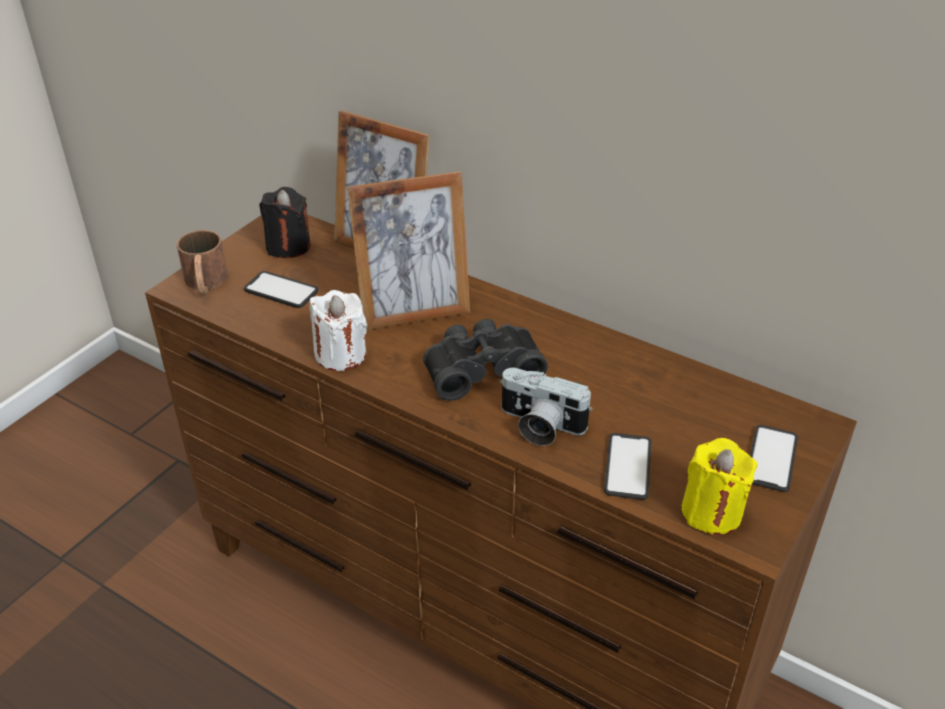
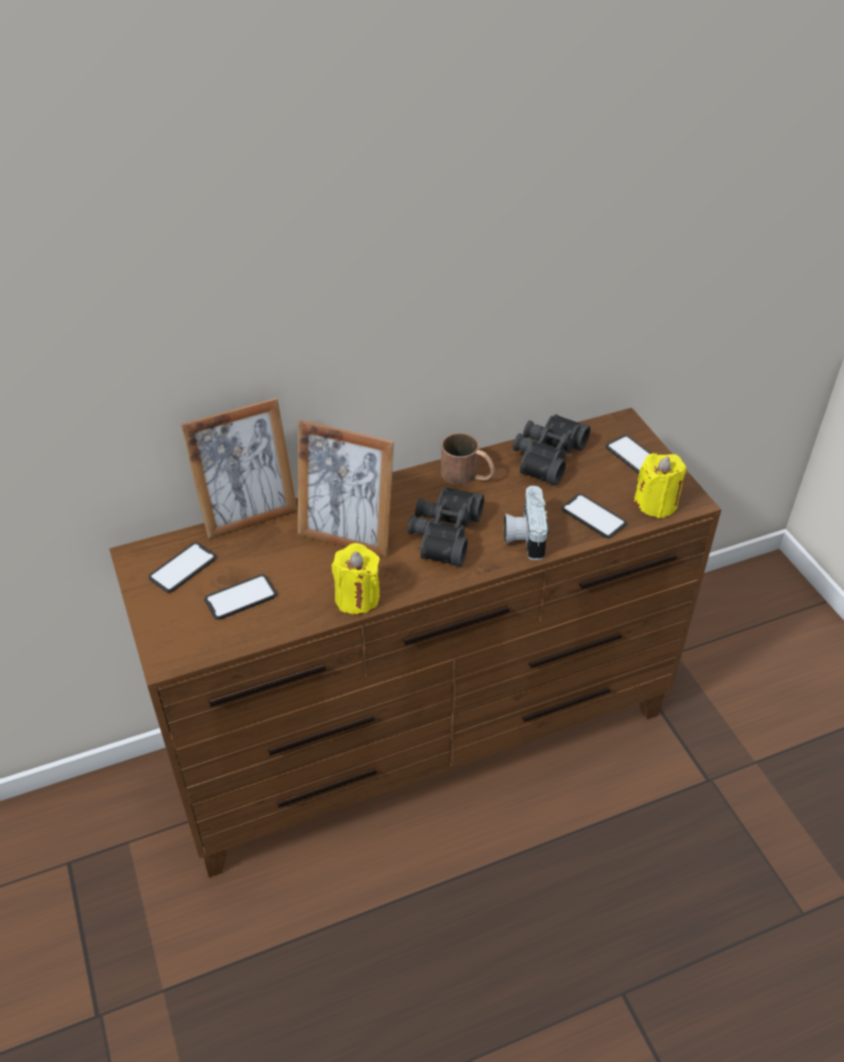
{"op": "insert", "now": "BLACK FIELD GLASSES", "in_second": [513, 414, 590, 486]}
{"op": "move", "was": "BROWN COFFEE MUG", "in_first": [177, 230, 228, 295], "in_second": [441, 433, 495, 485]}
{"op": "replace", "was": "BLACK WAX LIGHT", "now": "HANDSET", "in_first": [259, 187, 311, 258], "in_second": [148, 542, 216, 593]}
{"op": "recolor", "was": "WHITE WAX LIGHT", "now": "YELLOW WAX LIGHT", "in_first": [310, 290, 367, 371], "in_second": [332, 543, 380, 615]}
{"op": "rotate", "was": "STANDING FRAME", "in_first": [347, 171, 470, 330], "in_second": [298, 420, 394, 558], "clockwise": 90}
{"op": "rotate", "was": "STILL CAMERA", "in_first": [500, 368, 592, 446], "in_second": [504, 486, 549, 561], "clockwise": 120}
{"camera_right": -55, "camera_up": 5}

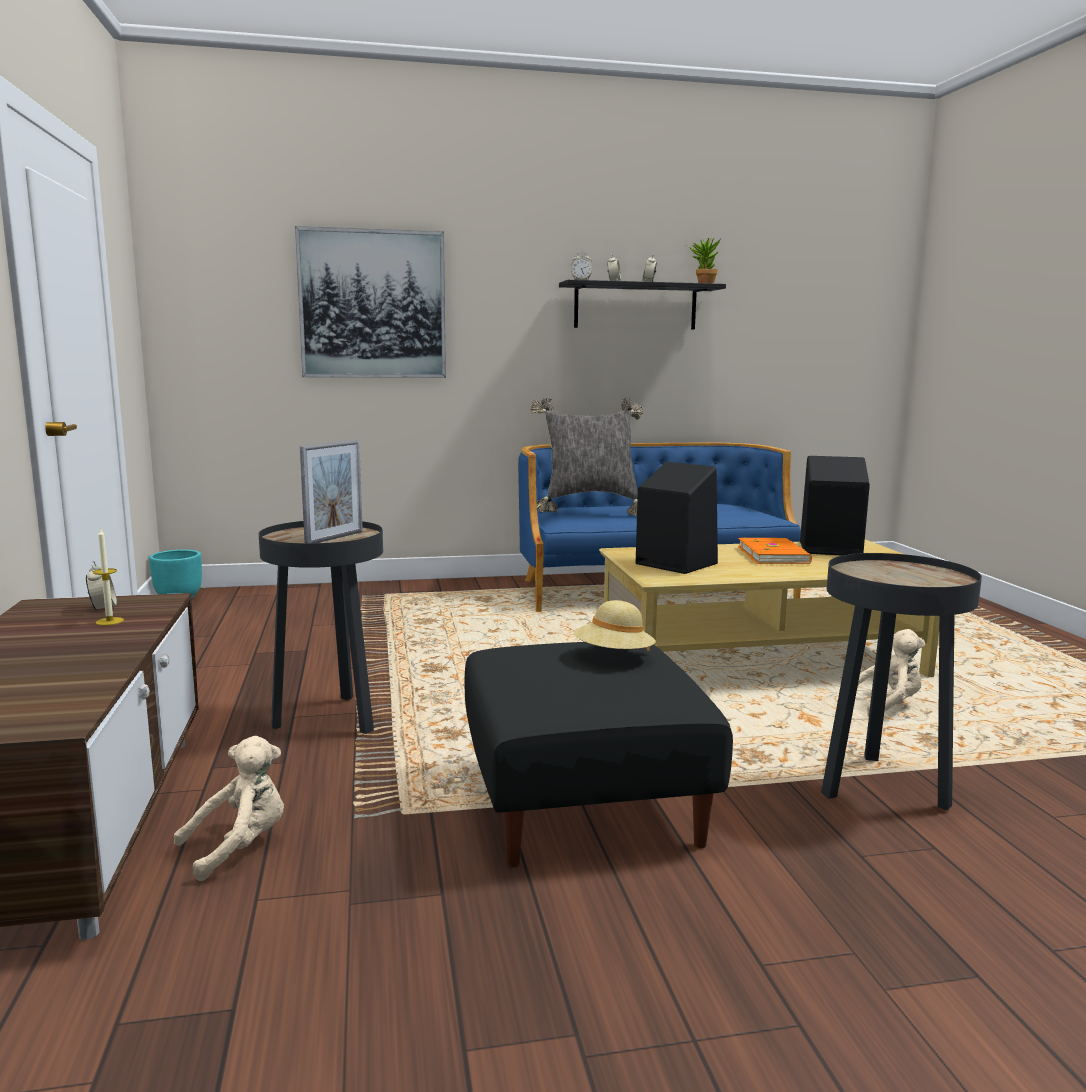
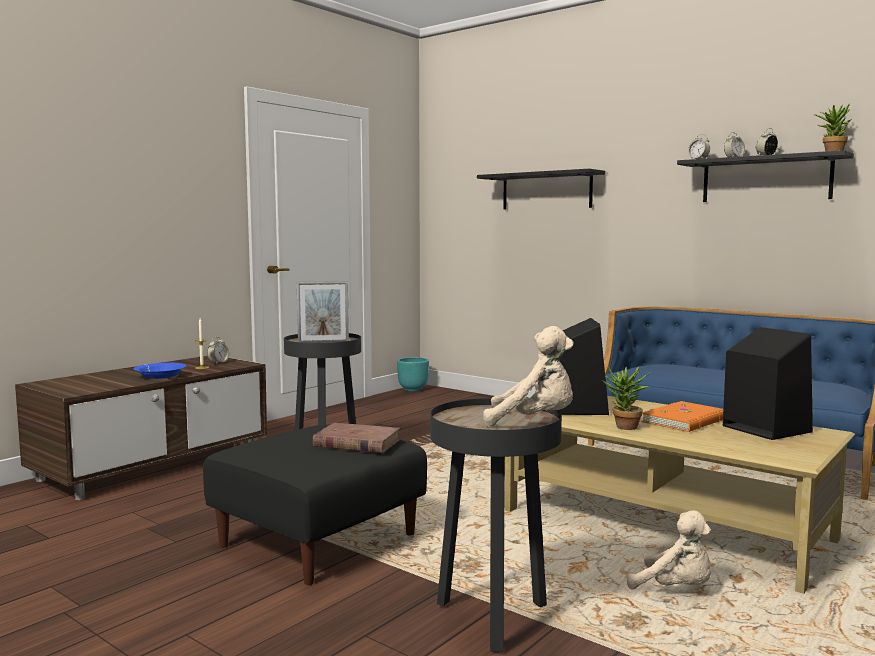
{"op": "delete", "was": "CUSHION", "in_first": [530, 398, 644, 516]}
{"op": "insert", "now": "BLUE SERVING BOWL", "in_second": [133, 363, 187, 379]}
{"op": "insert", "now": "POTTED PLANT", "in_second": [602, 366, 650, 430]}
{"op": "move", "was": "BEIGE PLUSH TOY", "in_first": [174, 736, 284, 881], "in_second": [483, 326, 574, 428]}
{"op": "replace", "was": "WALL ART", "now": "BLACK SHELF", "in_first": [295, 226, 446, 378], "in_second": [477, 169, 605, 209]}
{"op": "replace", "was": "BEIGE CLOTHING HAT", "now": "BROWN VOLUME", "in_first": [573, 600, 656, 651], "in_second": [312, 423, 401, 453]}
{"camera_right": 50, "camera_up": -5}

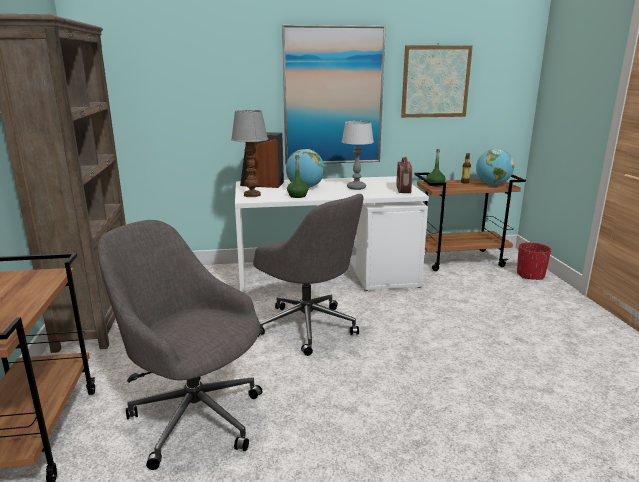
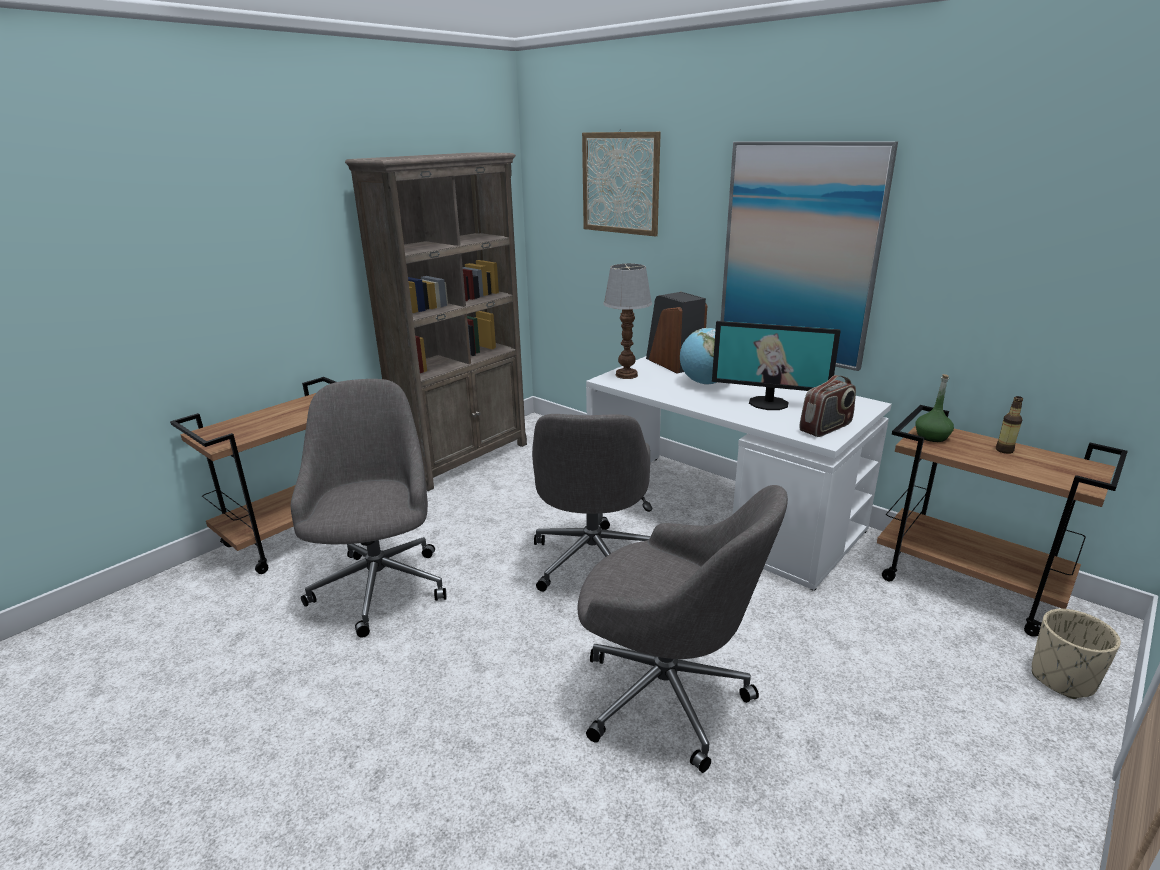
{"op": "delete", "was": "GREEN-COLOURED BOTTLE", "in_first": [287, 155, 308, 198]}
{"op": "delete", "was": "DESK GLOBE", "in_first": [476, 149, 514, 185]}
{"op": "insert", "now": "GRAY COMPUTER CHAIR", "in_second": [578, 485, 788, 773]}
{"op": "move", "was": "WALL ART", "in_first": [401, 45, 473, 118], "in_second": [582, 129, 661, 237]}
{"op": "replace", "was": "TABLETOP LAMP", "now": "COMPUTER DISPLAY", "in_first": [342, 121, 374, 190], "in_second": [712, 321, 841, 410]}
{"op": "recolor", "was": "RED PLANT POT", "now": "BEIGE PLANT POT", "in_first": [517, 242, 551, 280], "in_second": [1032, 609, 1121, 699]}
{"camera_right": 50, "camera_up": 5}

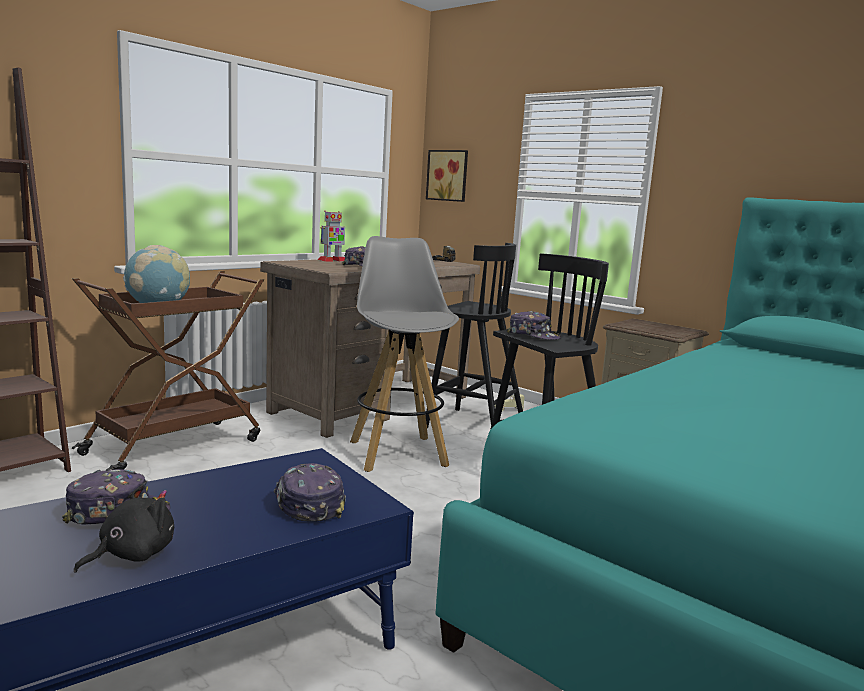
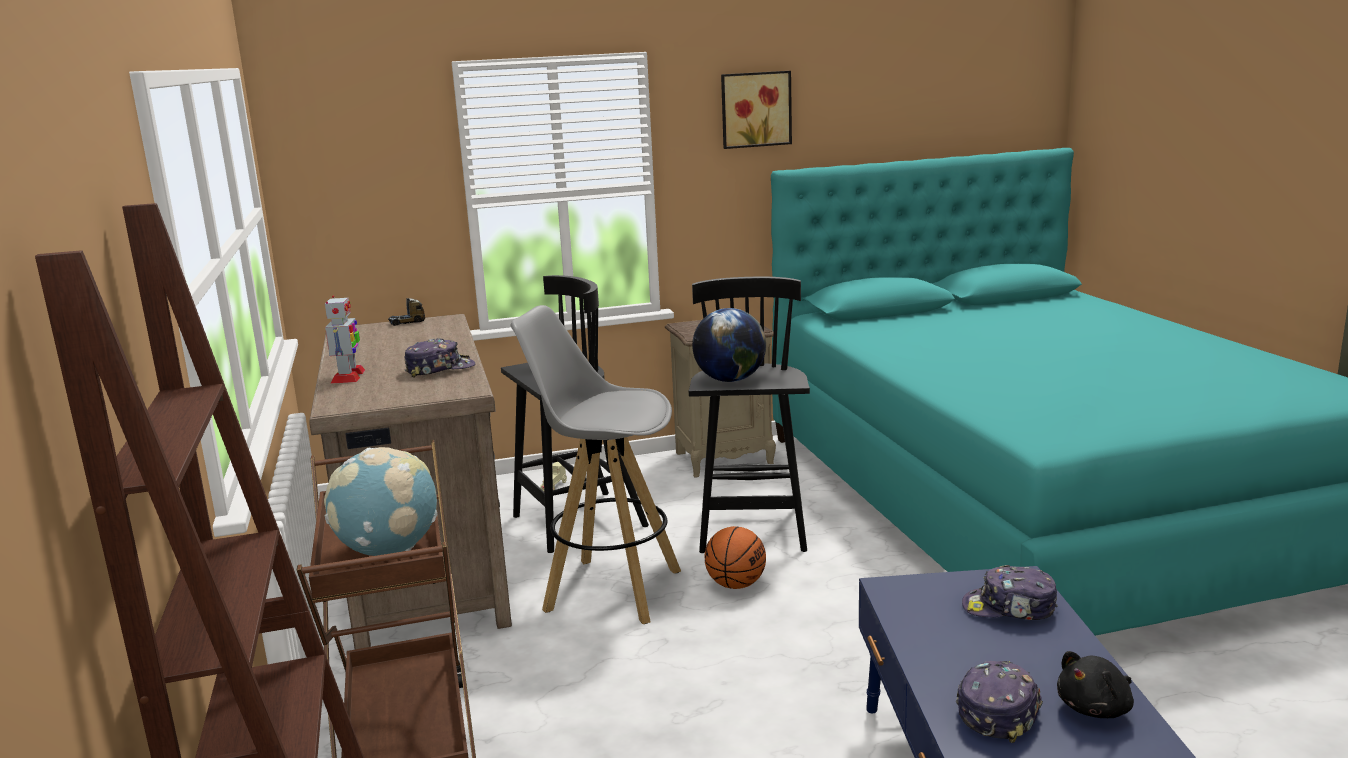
{"op": "insert", "now": "BALL FOR BASKETBALL", "in_second": [705, 526, 766, 589]}
{"op": "move", "was": "WALL ART", "in_first": [426, 150, 468, 202], "in_second": [721, 71, 792, 149]}
{"op": "replace", "was": "PEAKED CAP", "now": "DESK GLOBE", "in_first": [507, 311, 561, 340], "in_second": [692, 308, 766, 382]}
{"op": "rotate", "was": "BLACK PLUSH TOY", "in_first": [74, 485, 174, 572], "in_second": [1057, 651, 1134, 718], "clockwise": -105}
{"camera_right": -55, "camera_up": 5}

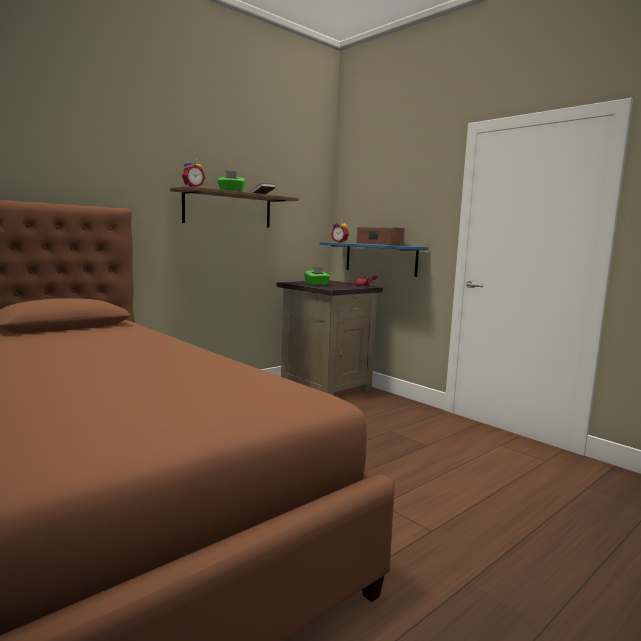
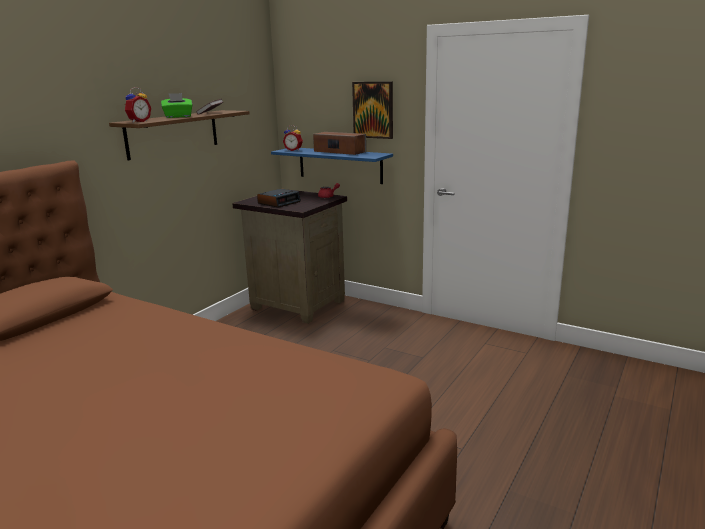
{"op": "insert", "now": "WALL ART", "in_second": [352, 81, 393, 139]}
{"op": "replace", "was": "GREEN-COLOURED BOX OF TISSUES", "now": "ALARM CLOCK", "in_first": [304, 267, 330, 285], "in_second": [257, 189, 301, 208]}
{"camera_right": -15, "camera_up": 10}

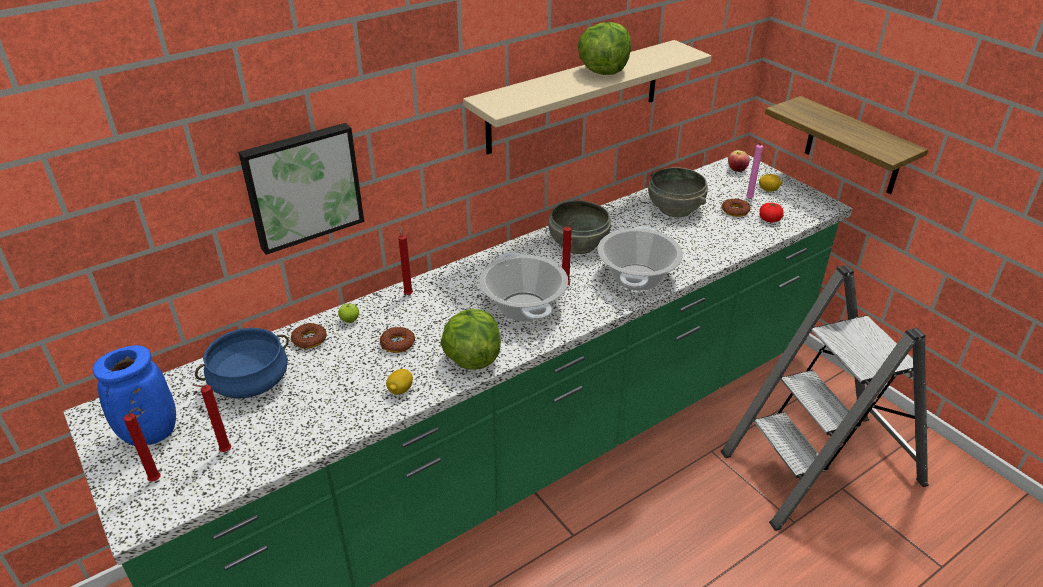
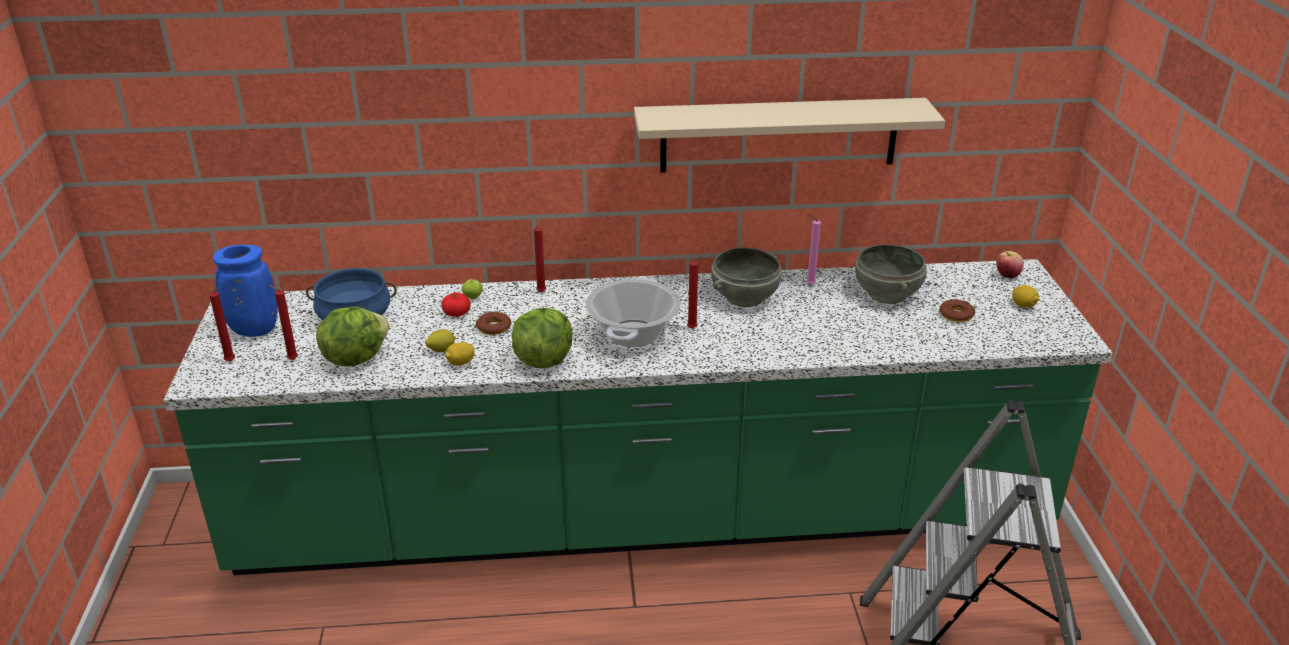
{"op": "delete", "was": "WALL ART", "in_first": [238, 123, 364, 255]}
{"op": "delete", "was": "DOUGHNUT", "in_first": [291, 323, 327, 349]}
{"op": "delete", "was": "STOCKPOT", "in_first": [597, 226, 683, 291]}
{"op": "delete", "was": "SHELF", "in_first": [765, 96, 928, 194]}
{"op": "insert", "now": "CITRUS FRUIT", "in_second": [425, 329, 456, 352]}
{"op": "move", "was": "LETTUCE", "in_first": [578, 22, 631, 75], "in_second": [316, 307, 390, 367]}
{"op": "move", "was": "PINK-COLOURED WAX LIGHT", "in_first": [746, 141, 763, 199], "in_second": [806, 214, 821, 285]}
{"op": "move", "was": "TOMATO", "in_first": [759, 203, 784, 223], "in_second": [441, 292, 471, 317]}
{"camera_right": 30, "camera_up": -5}

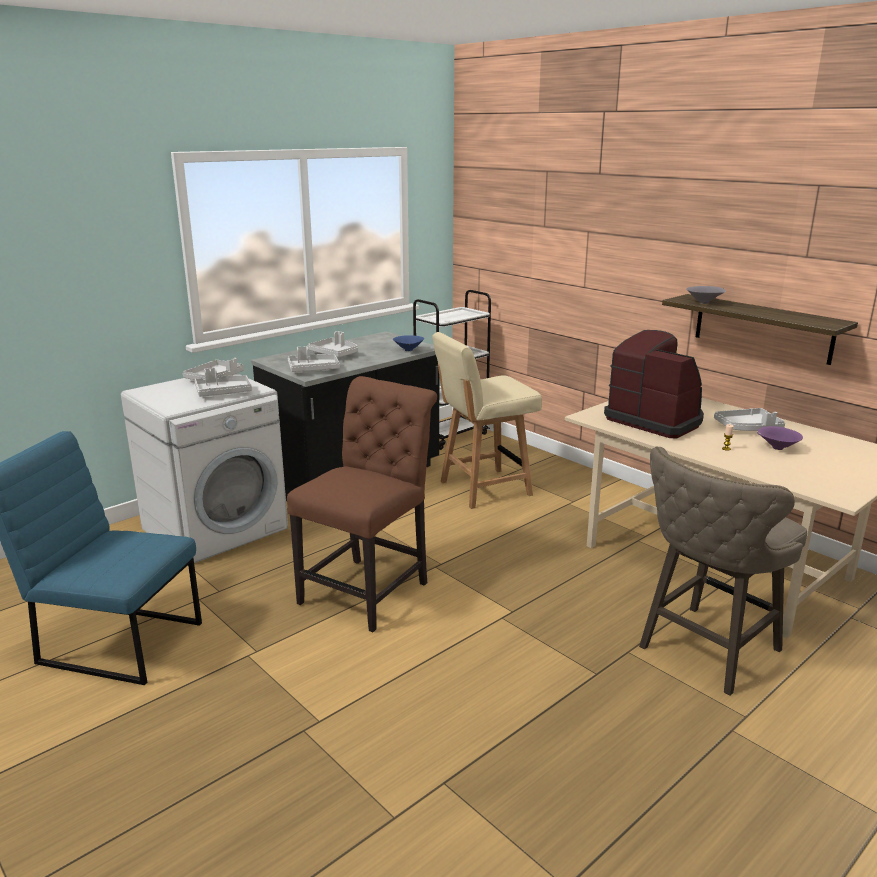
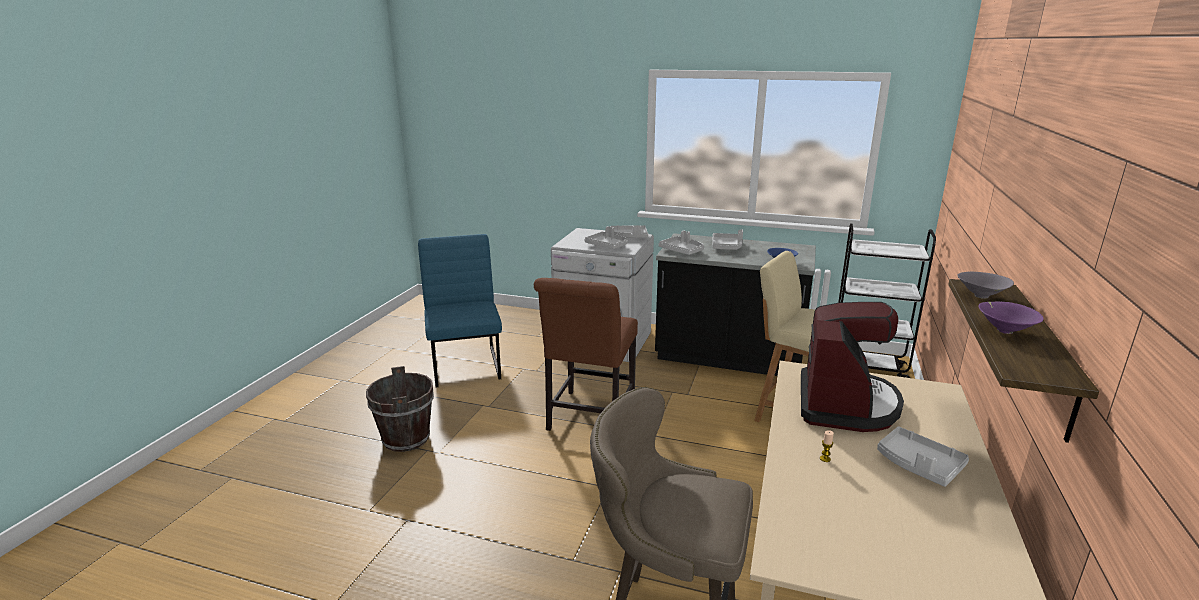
{"op": "insert", "now": "BROWN BUCKET", "in_second": [366, 366, 434, 452]}
{"op": "move", "was": "PURPLE SERVING BOWL", "in_first": [757, 426, 803, 450], "in_second": [978, 302, 1044, 334]}
{"op": "rotate", "was": "BROWN UPRIGHT CHAIR", "in_first": [287, 376, 437, 632], "in_second": [534, 278, 638, 431], "clockwise": 105}
{"camera_right": 60, "camera_up": 0}

